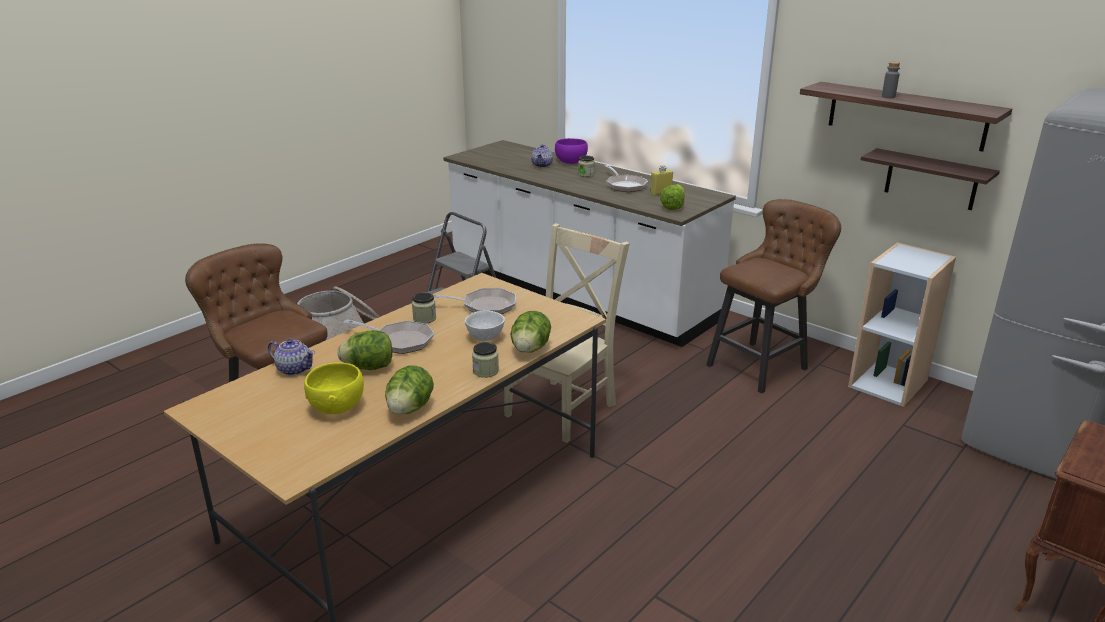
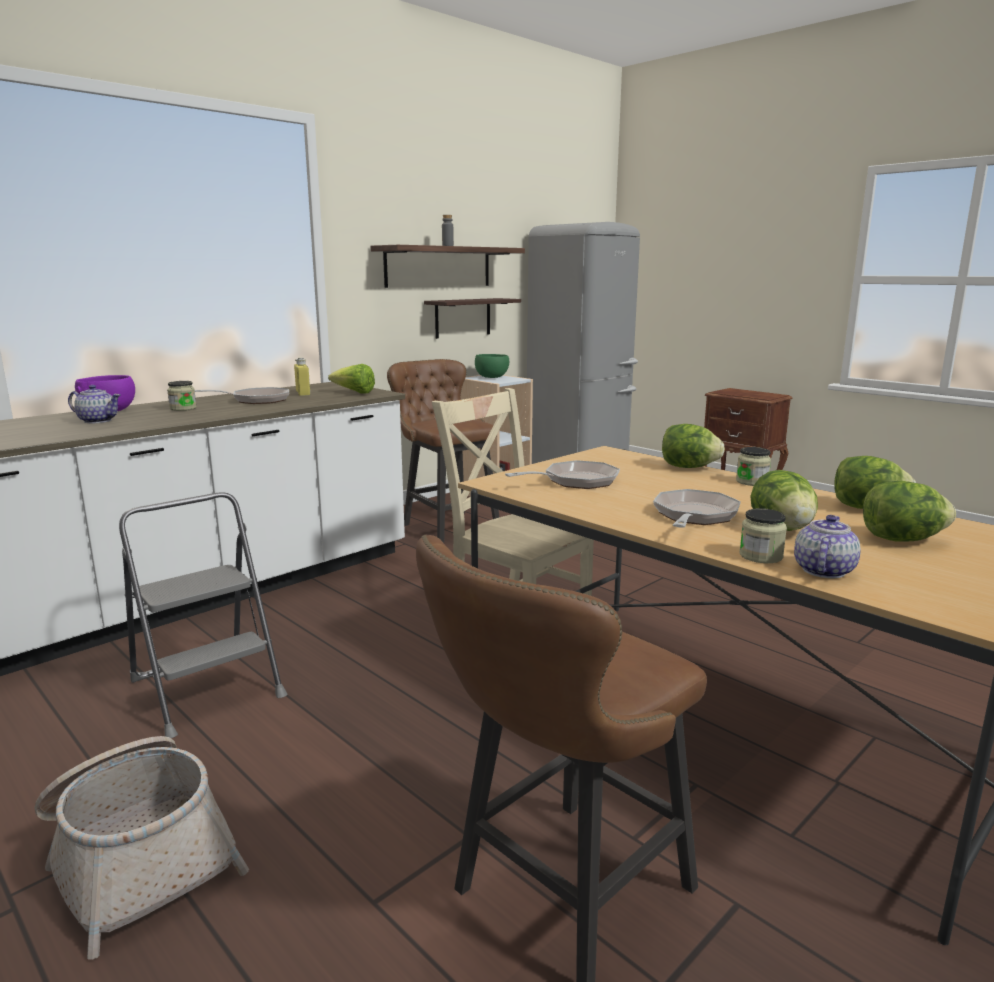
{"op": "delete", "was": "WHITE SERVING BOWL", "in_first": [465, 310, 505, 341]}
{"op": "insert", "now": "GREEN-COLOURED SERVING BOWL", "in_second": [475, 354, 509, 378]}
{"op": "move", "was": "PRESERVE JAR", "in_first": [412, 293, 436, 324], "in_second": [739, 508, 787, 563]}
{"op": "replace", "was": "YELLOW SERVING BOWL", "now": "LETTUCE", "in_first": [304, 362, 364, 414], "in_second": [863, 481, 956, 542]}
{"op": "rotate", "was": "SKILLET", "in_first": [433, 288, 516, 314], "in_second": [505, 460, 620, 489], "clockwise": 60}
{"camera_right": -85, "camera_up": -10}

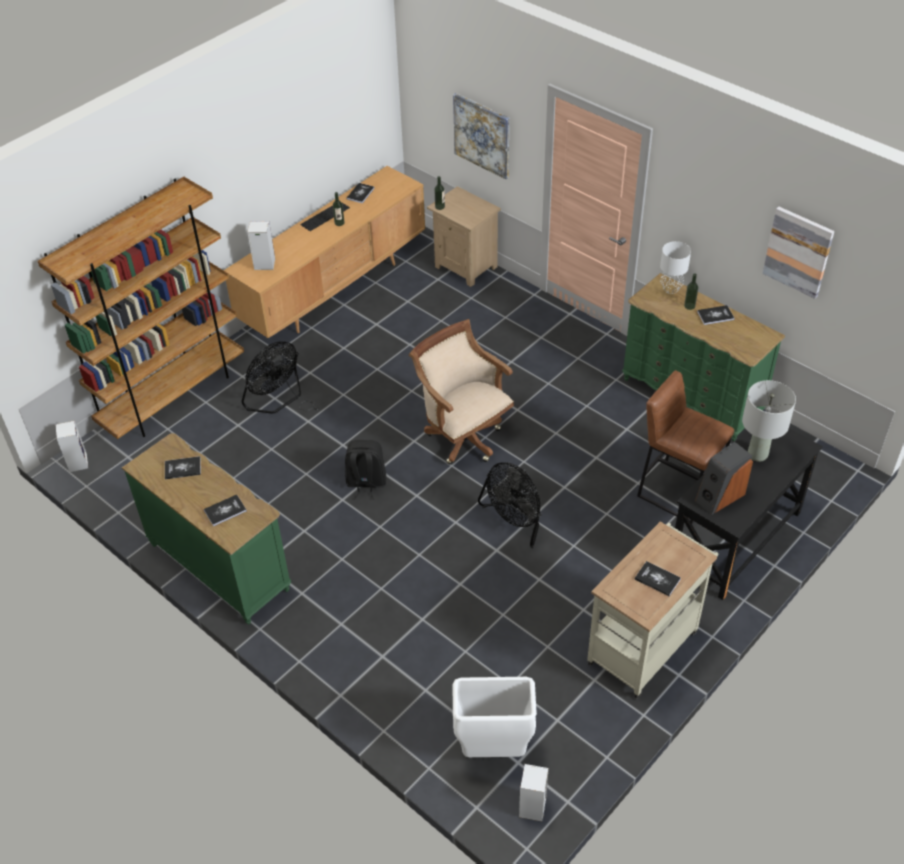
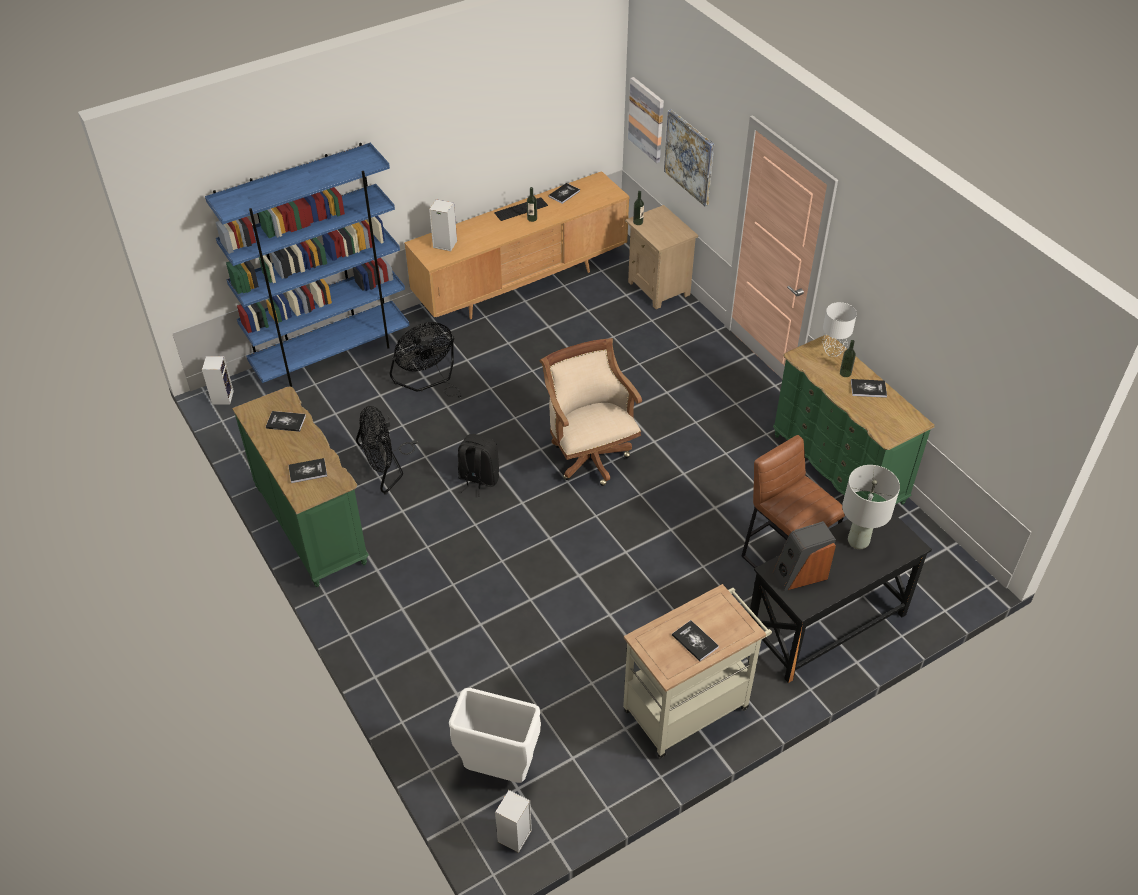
{"op": "move", "was": "BLACK FAN", "in_first": [478, 462, 542, 548], "in_second": [356, 406, 418, 495]}
{"op": "move", "was": "WALL ART", "in_first": [762, 207, 835, 299], "in_second": [628, 77, 664, 163]}
{"op": "recolor", "was": "BROWN BOOKSHELF", "now": "BLUE BOOKSHELF", "in_first": [38, 177, 244, 439], "in_second": [205, 143, 409, 387]}
{"camera_right": 15, "camera_up": 0}

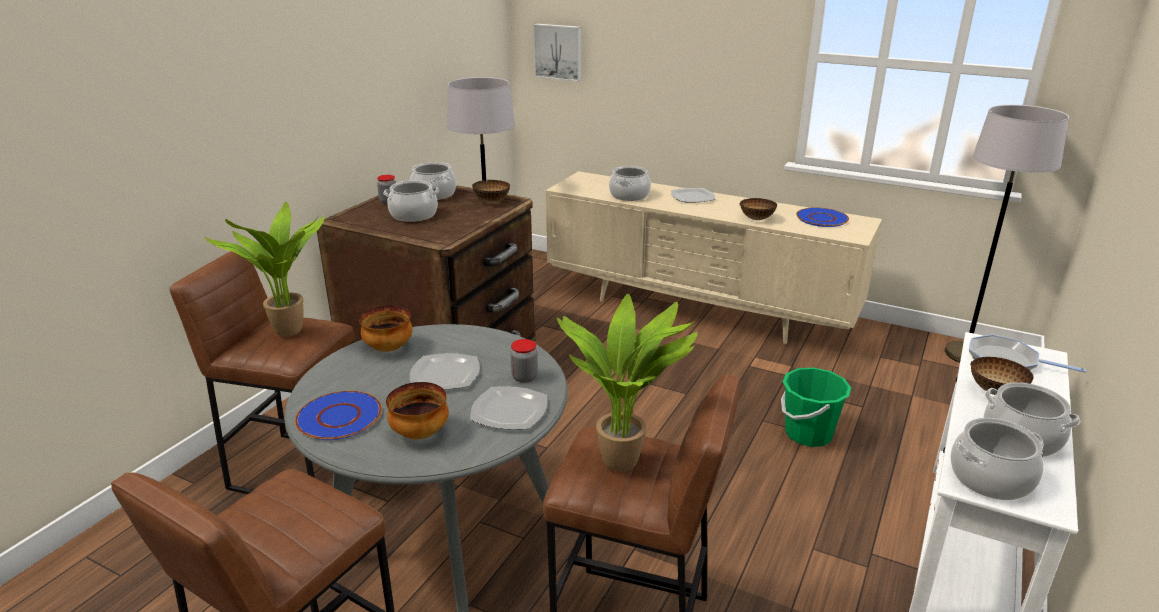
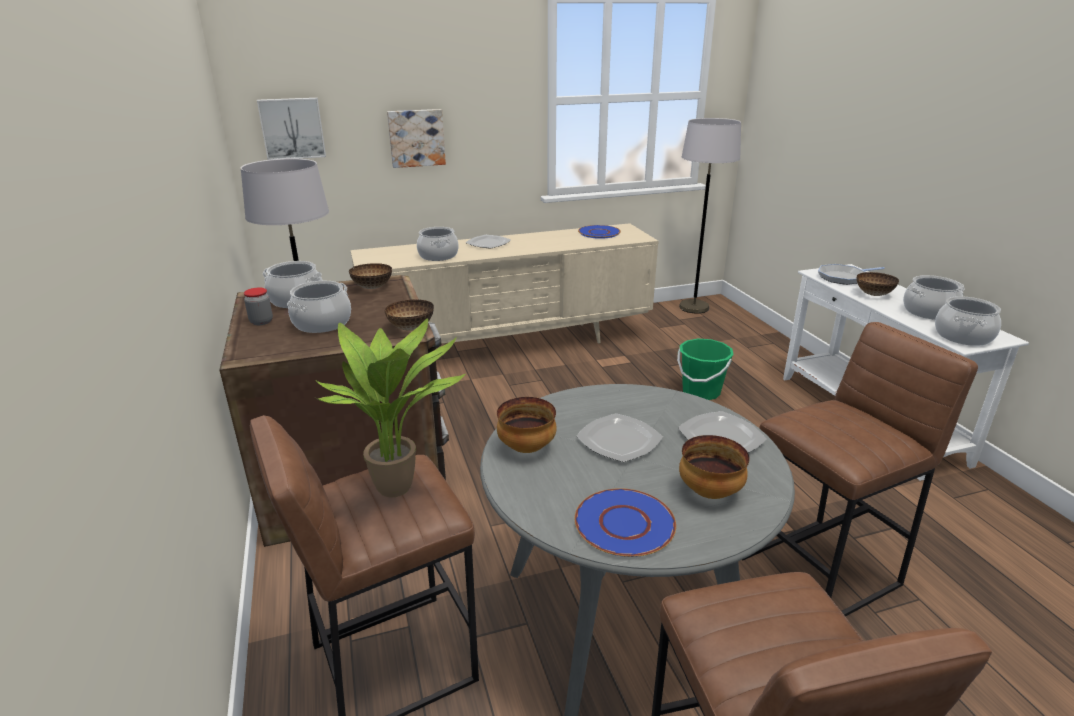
{"op": "delete", "was": "PRESERVE JAR", "in_first": [510, 339, 538, 383]}
{"op": "delete", "was": "POTTED PLANT", "in_first": [557, 294, 698, 472]}
{"op": "insert", "now": "WALL ART", "in_second": [387, 109, 446, 168]}
{"op": "move", "was": "SERVING BOWL", "in_first": [740, 198, 777, 220], "in_second": [384, 299, 434, 331]}
{"camera_right": -45, "camera_up": 0}

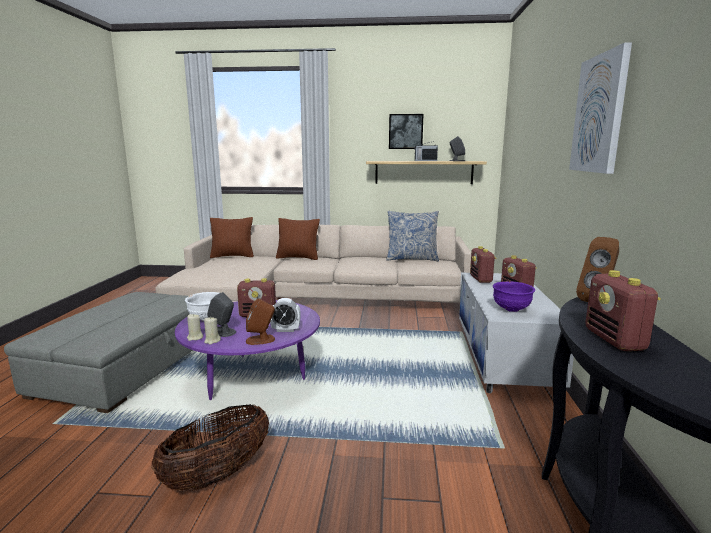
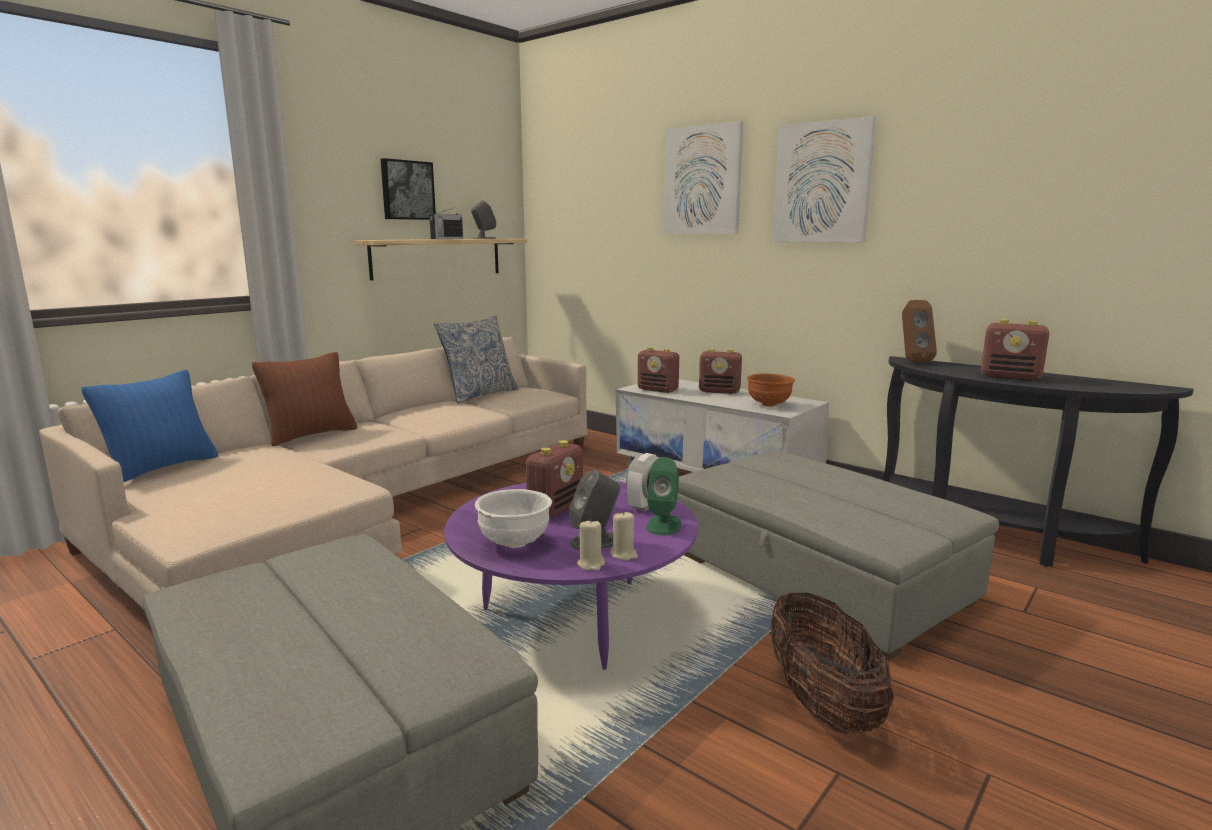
{"op": "insert", "now": "WALL ART", "in_second": [664, 121, 743, 233]}
{"op": "insert", "now": "GRAY FOOTREST", "in_second": [677, 450, 999, 660]}
{"op": "recolor", "was": "BROWN CUSHION", "now": "BLUE CUSHION", "in_first": [210, 217, 254, 258], "in_second": [81, 370, 218, 482]}
{"op": "recolor", "was": "BROWN LOUDSPEAKER", "now": "GREEN-COLOURED LOUDSPEAKER", "in_first": [246, 298, 275, 345], "in_second": [646, 457, 681, 535]}
{"op": "recolor", "was": "PURPLE SERVING BOWL", "now": "BROWN SERVING BOWL", "in_first": [493, 281, 535, 312], "in_second": [747, 373, 795, 407]}
{"camera_right": -55, "camera_up": 0}

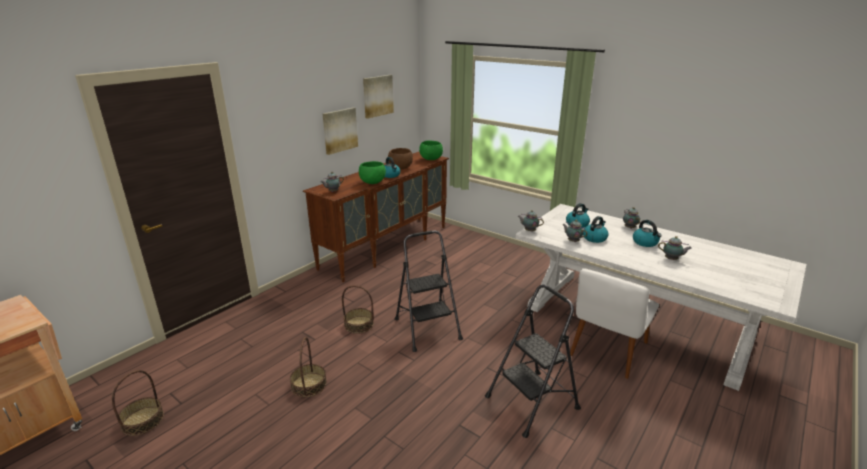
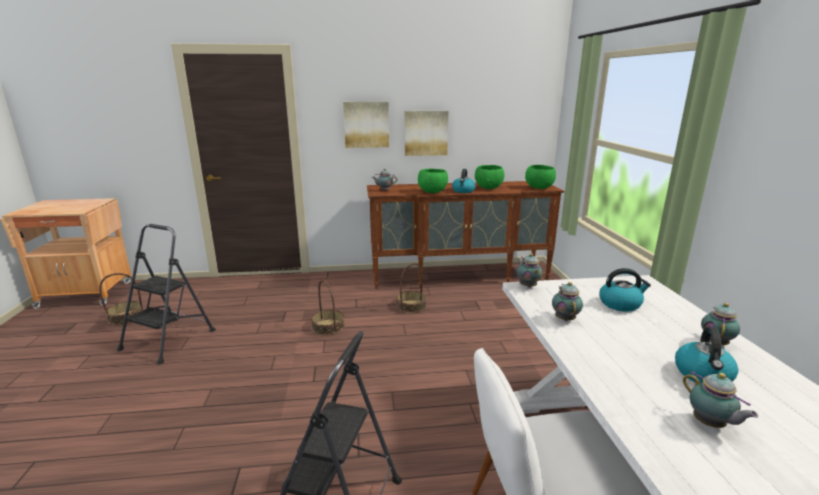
{"op": "delete", "was": "KETTLE", "in_first": [583, 216, 609, 243]}
{"op": "move", "was": "HOUSEHOLD BASKET", "in_first": [290, 337, 327, 397], "in_second": [397, 263, 426, 313]}
{"op": "move", "was": "WALL ART", "in_first": [363, 75, 394, 119], "in_second": [343, 102, 389, 148]}
{"op": "move", "was": "BLACK STEP LADDER", "in_first": [394, 231, 463, 352], "in_second": [116, 224, 216, 365]}
{"op": "recolor", "was": "BROWN SERVING BOWL", "now": "GREEN-COLOURED SERVING BOWL", "in_first": [388, 148, 413, 169], "in_second": [475, 165, 504, 189]}
{"camera_right": 45, "camera_up": -5}

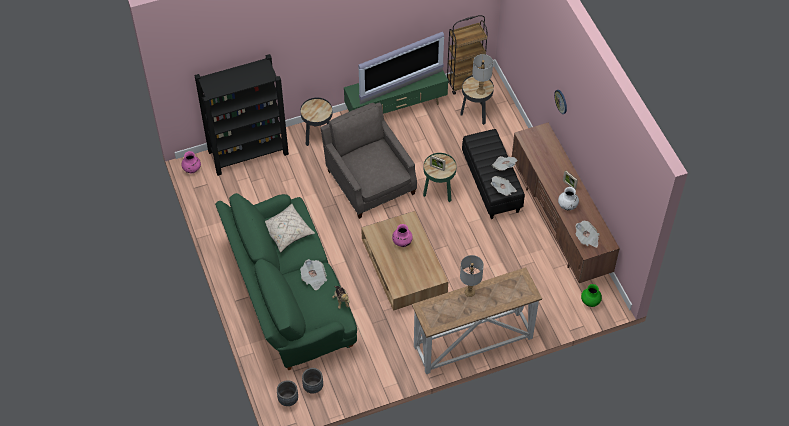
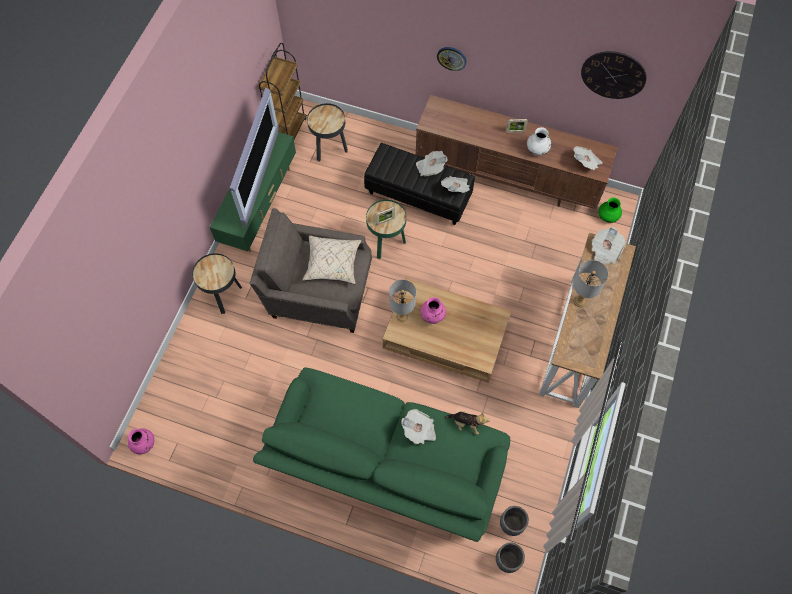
{"op": "delete", "was": "BLACK BOOKSHELF", "in_first": [195, 54, 289, 176]}
{"op": "insert", "now": "CLOCK ON THE WALL", "in_second": [581, 51, 647, 99]}
{"op": "insert", "now": "PRINTED PAPER", "in_second": [591, 227, 626, 264]}
{"op": "move", "was": "BEIGE CUSHION", "in_first": [265, 204, 315, 253], "in_second": [302, 235, 361, 284]}
{"op": "move", "was": "GRAY TABLETOP LAMP", "in_first": [472, 54, 493, 95], "in_second": [389, 280, 416, 322]}
{"camera_right": -50, "camera_up": 10}

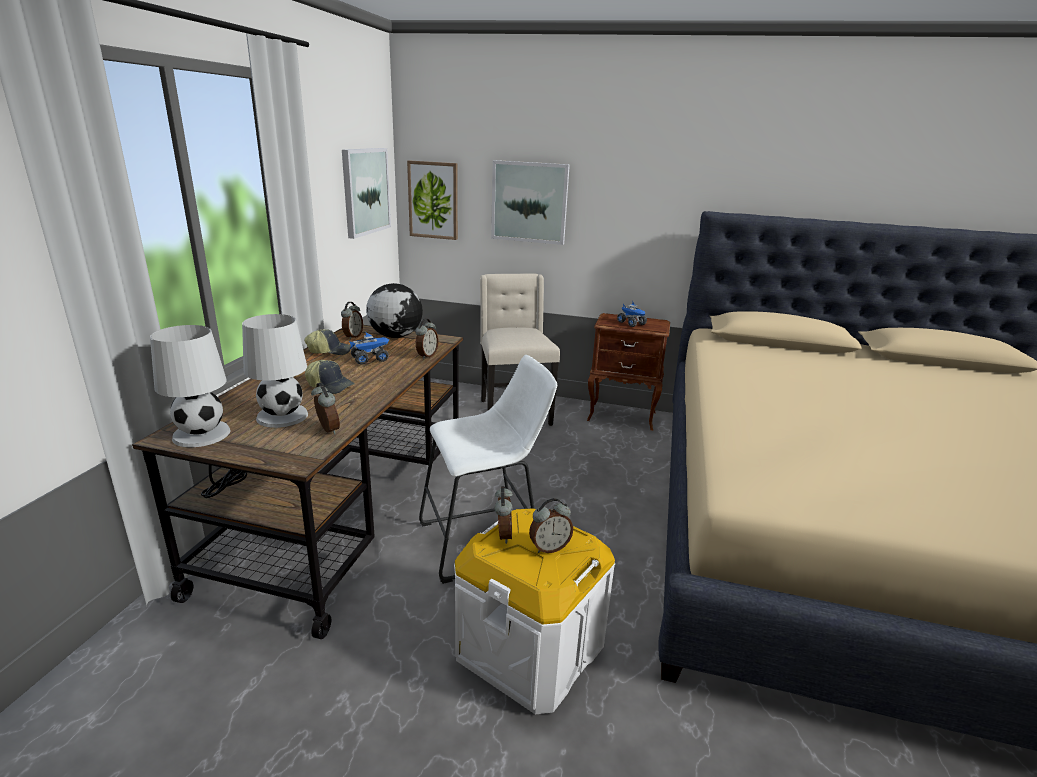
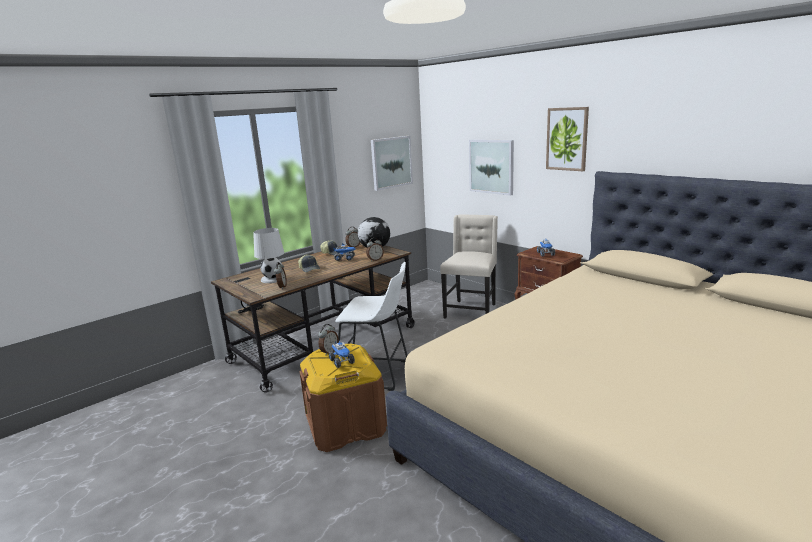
{"op": "delete", "was": "WHITE TABLETOP LAMP", "in_first": [150, 325, 230, 447]}
{"op": "move", "was": "WALL ART", "in_first": [407, 161, 458, 240], "in_second": [546, 107, 589, 171]}
{"op": "replace", "was": "ALARM CLOCK", "now": "TOY LORRY", "in_first": [529, 498, 573, 553], "in_second": [329, 341, 355, 368]}
{"op": "recolor", "was": "WHITE STORAGE BOX", "now": "BROWN STORAGE BOX", "in_first": [454, 508, 615, 715], "in_second": [300, 344, 387, 452]}
{"camera_right": 35, "camera_up": -5}

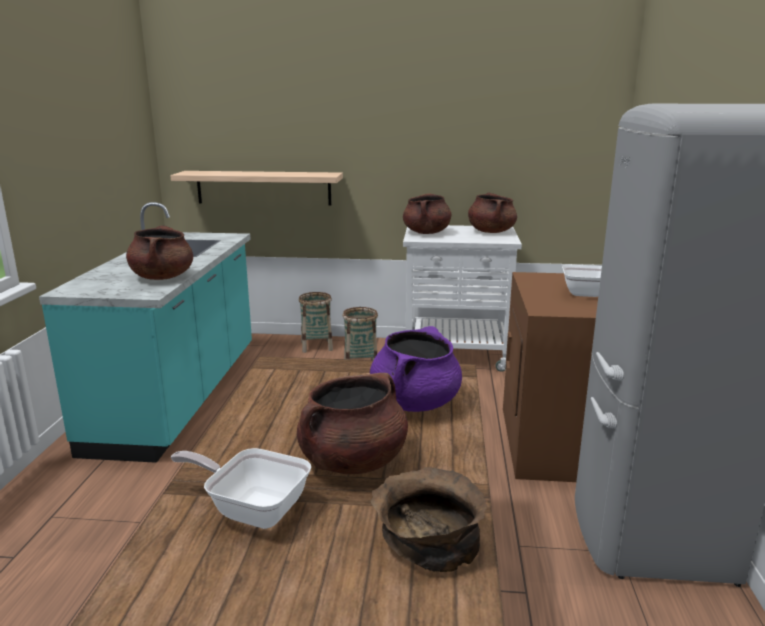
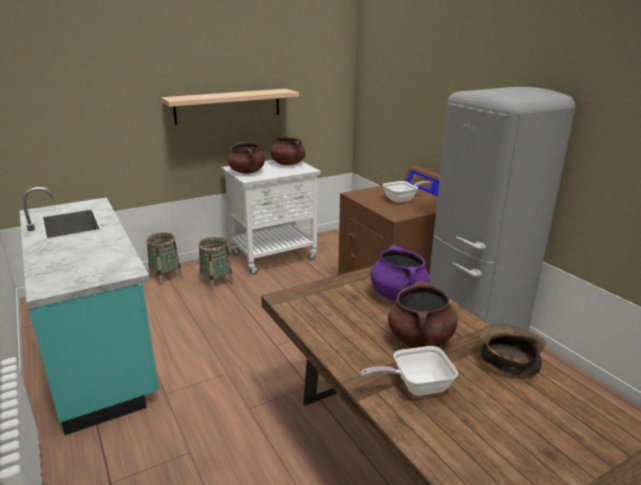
{"op": "delete", "was": "BROWN STOCKPOT", "in_first": [126, 225, 193, 280]}
{"op": "move", "was": "SHELF", "in_first": [170, 171, 343, 206], "in_second": [161, 89, 299, 125]}
{"camera_right": -35, "camera_up": 5}

